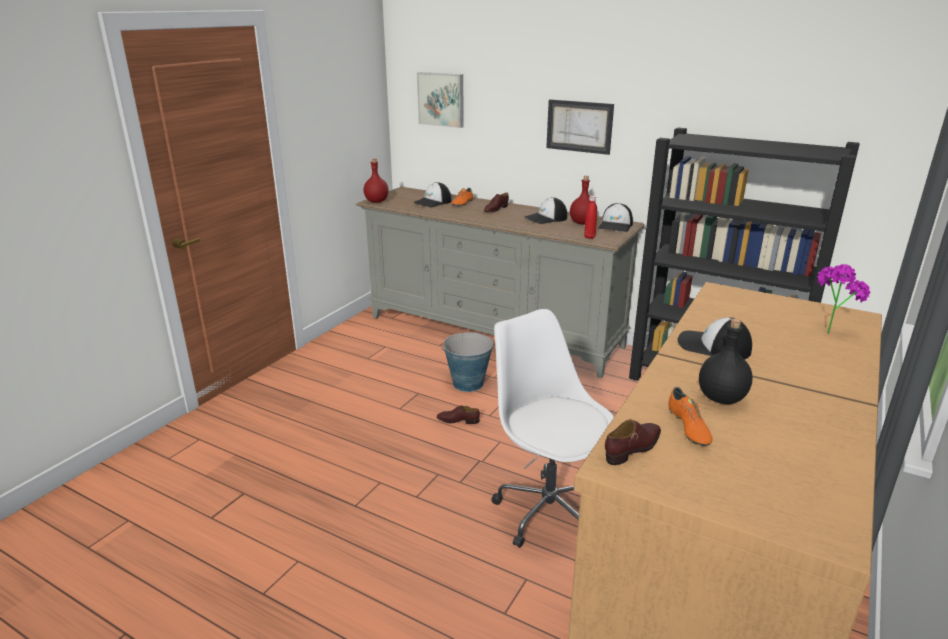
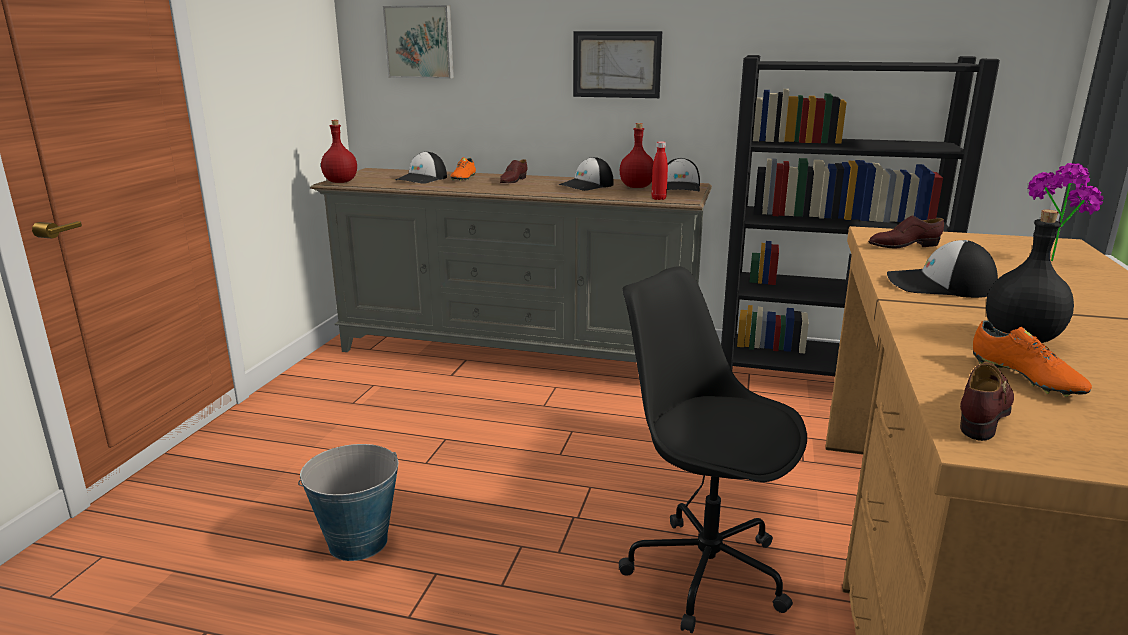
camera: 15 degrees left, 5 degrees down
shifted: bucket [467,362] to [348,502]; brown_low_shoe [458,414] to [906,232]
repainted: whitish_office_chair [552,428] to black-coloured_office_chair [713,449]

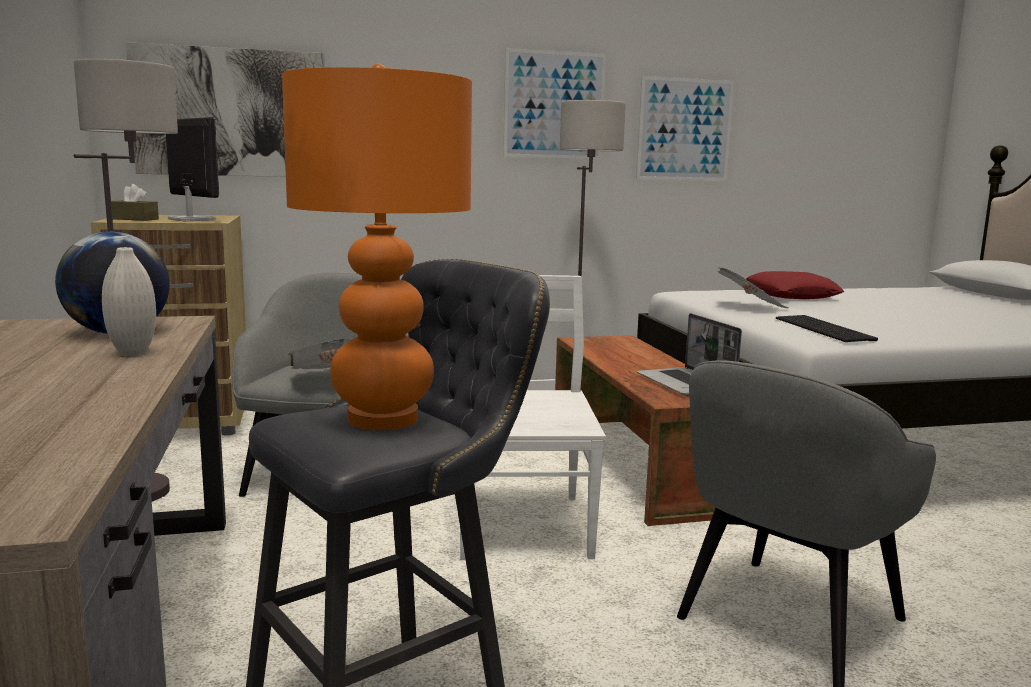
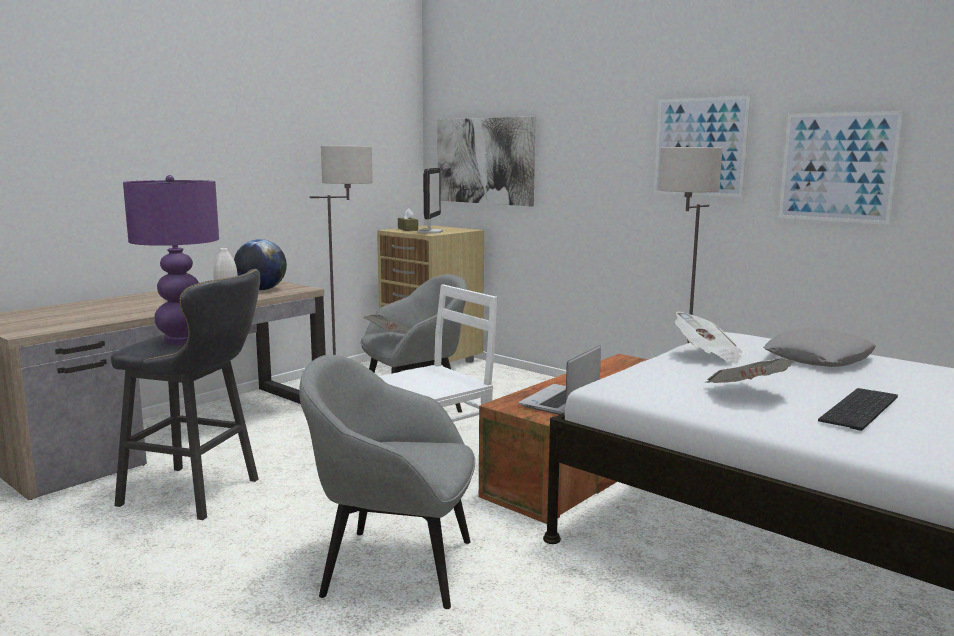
camera: 55 degrees right, 0 degrees up
new: daily_paper [750,370]
shifted: PC_keyboard [827,328] to [858,409]
repainted: orange_tabletop_lamp [377,247] to purple_tabletop_lamp [171,260]; red-coloured_cushion [795,285] to grey_cushion [820,347]

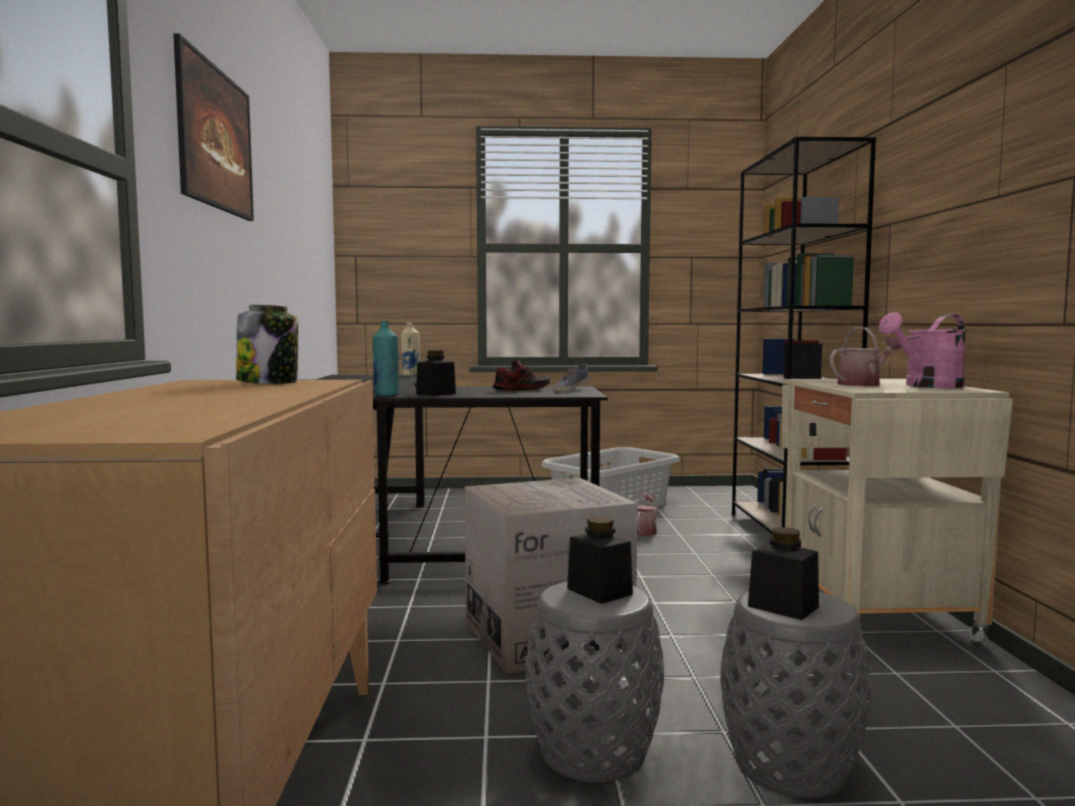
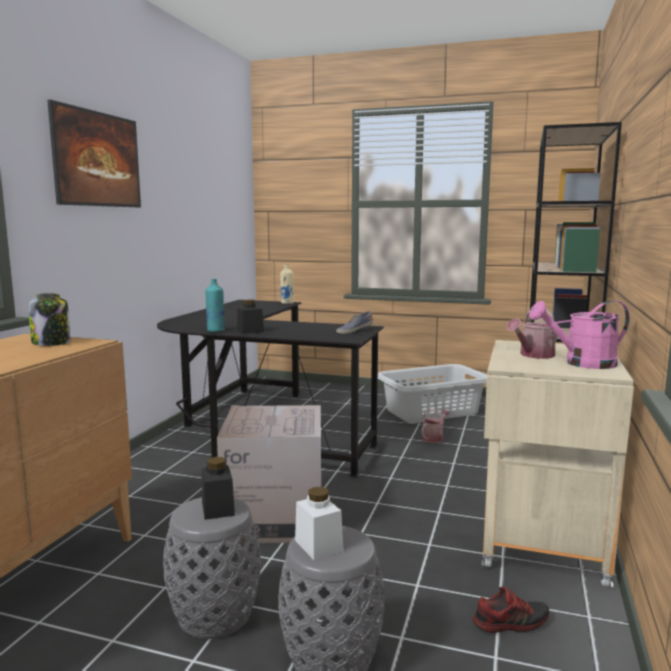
camera: 20 degrees right, 5 degrees up
shifted: low_shoe [521,375] to [511,610]
repainted: black-coloured_storage_jar [783,573] to whitish_storage_jar [319,523]
rotated: sprinkling_can [866,356] = [533,333] 150 degrees clockwise

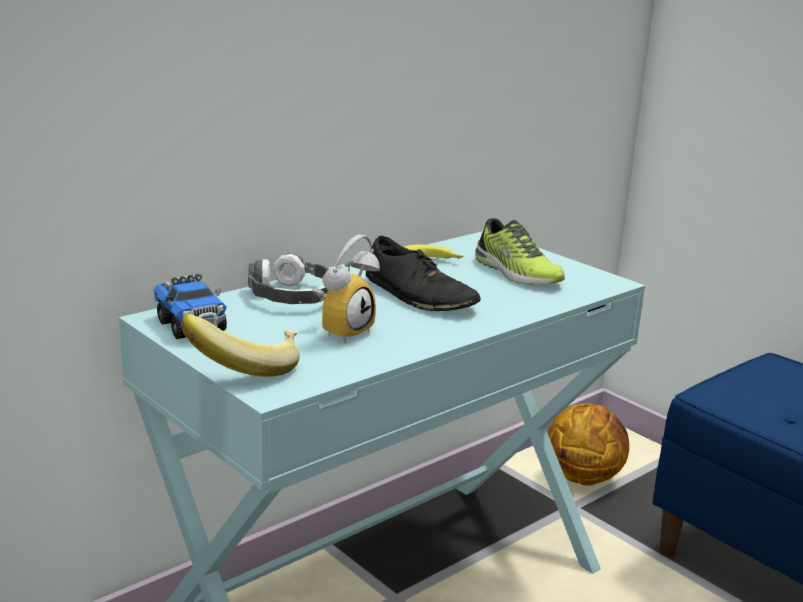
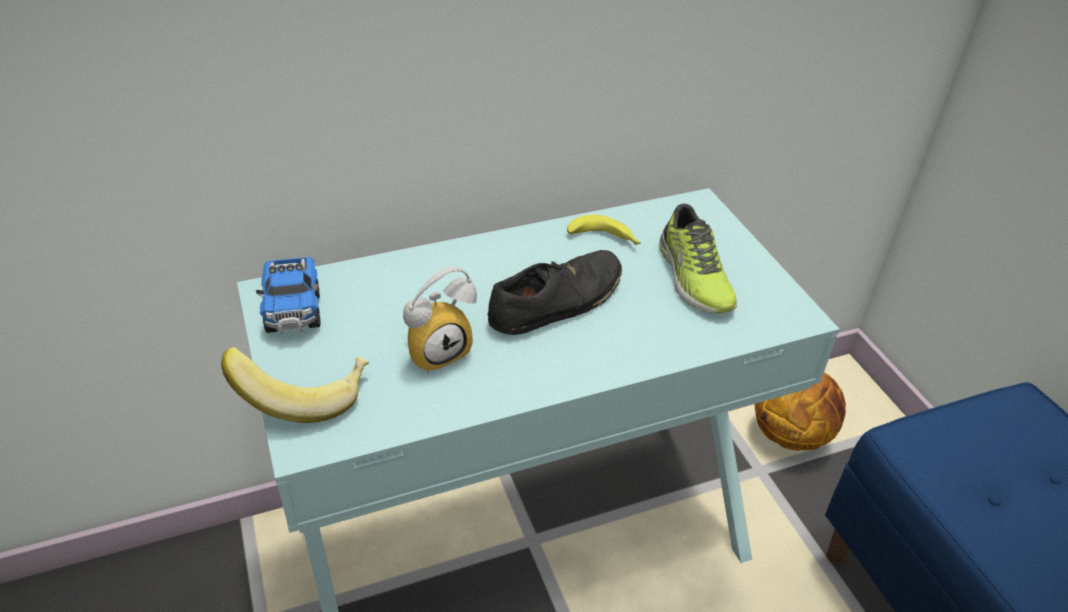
camera: 20 degrees right, 20 degrees up
gone: headphones [288,278]
rotated: black-coloured_low_shoe [423,273] = [555,292] 105 degrees counterclockwise

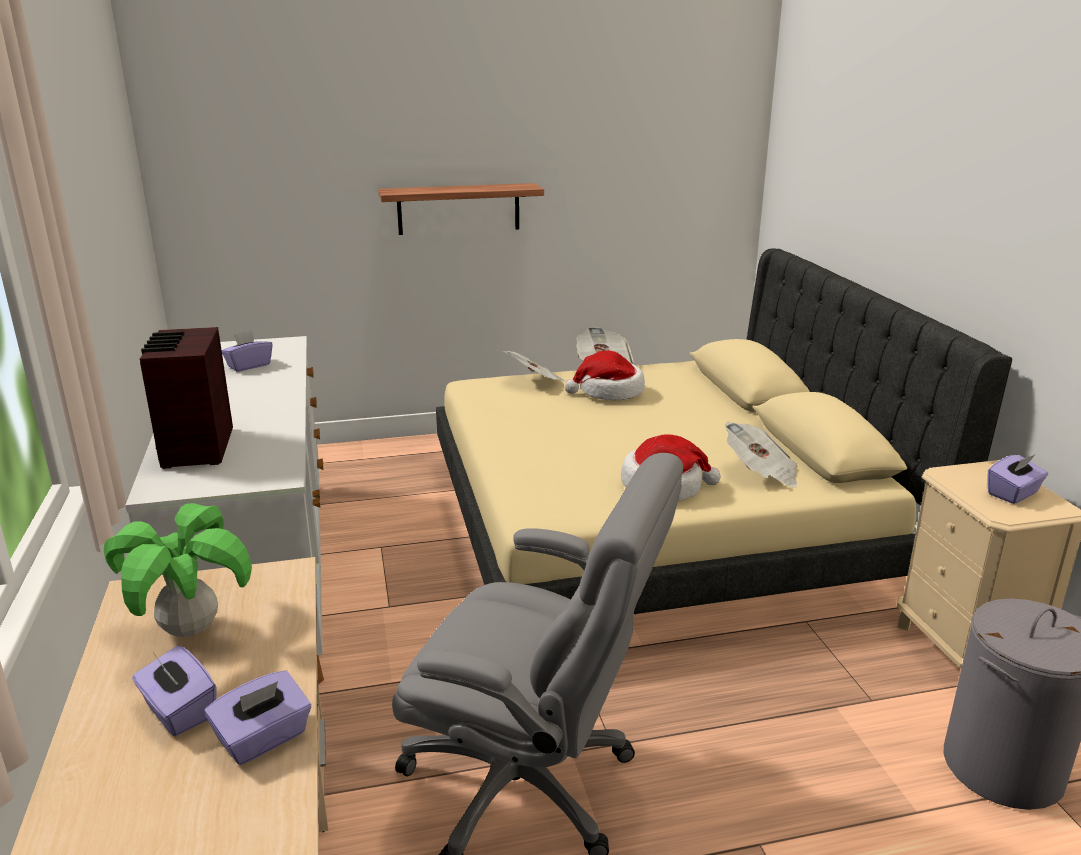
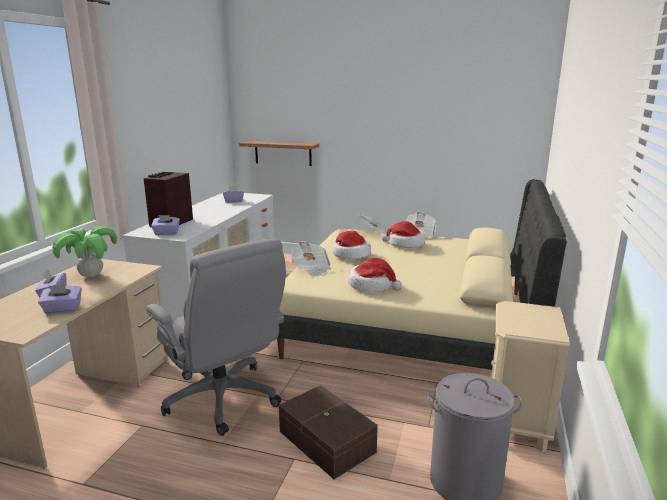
camera: 30 degrees right, 5 degrees down
new: brown_storage_container [328,432]; clothing_hat [352,244]
shifted: purple_tissue_holder [1017,479] to [165,225]; wall_shelf [461,209] to [279,153]; daily_paper [761,455] to [311,259]

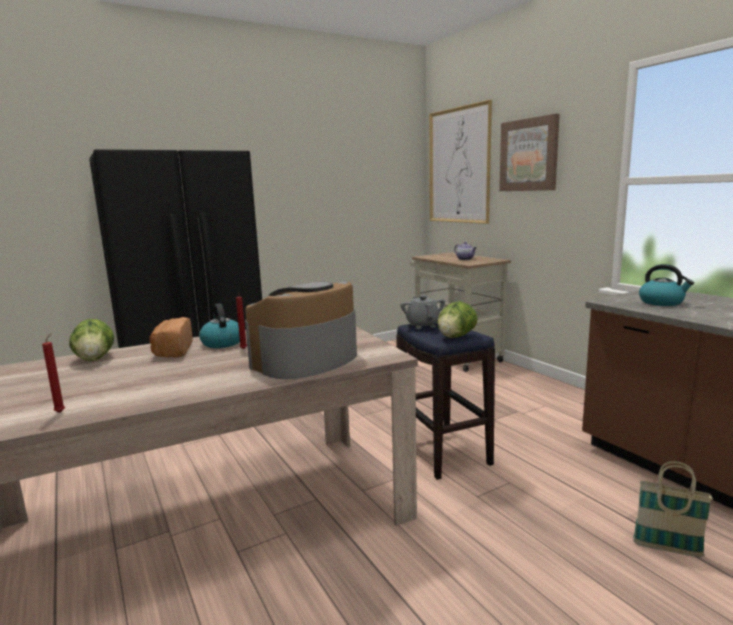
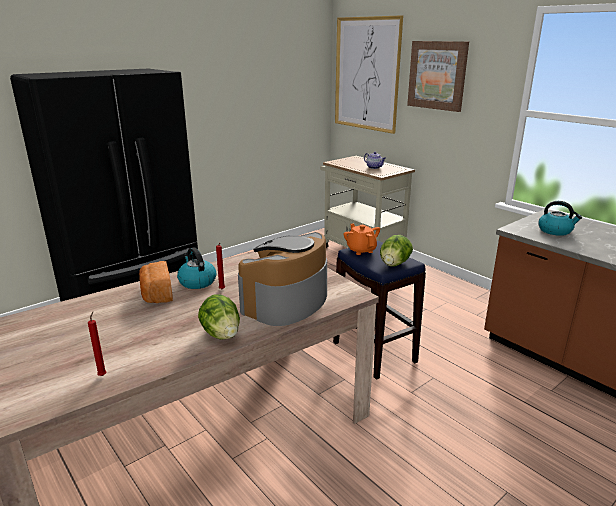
camera: 10 degrees left, 10 degrees up
gone: household_basket [673,509]
shifted: lettuce_head [91,339] to [219,317]
repainted: grey_teapot [423,312] to orange_teapot [362,239]

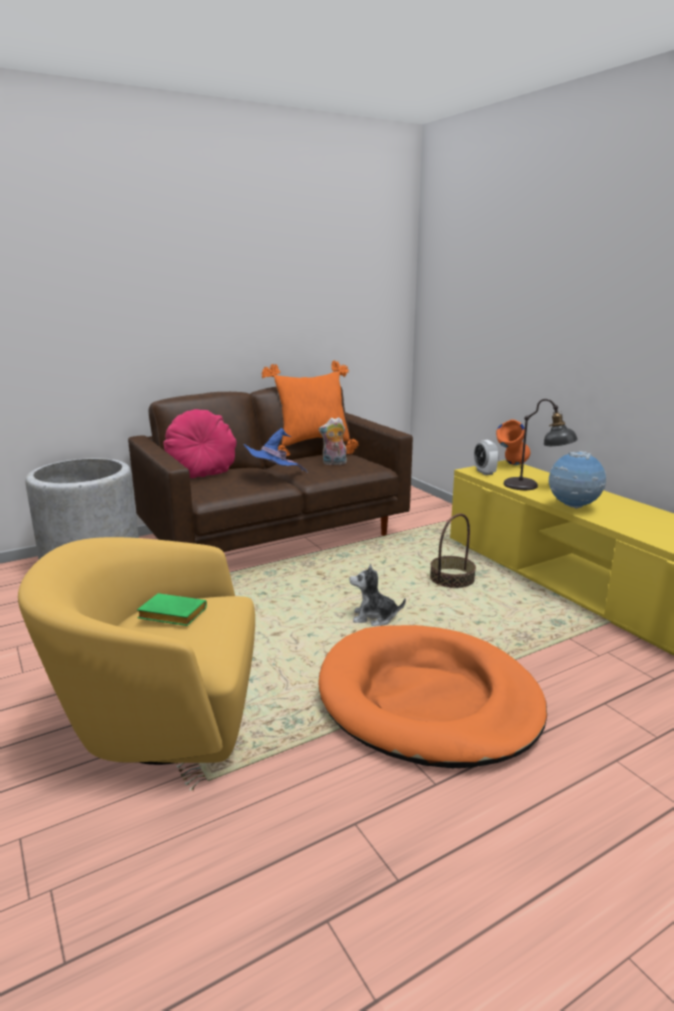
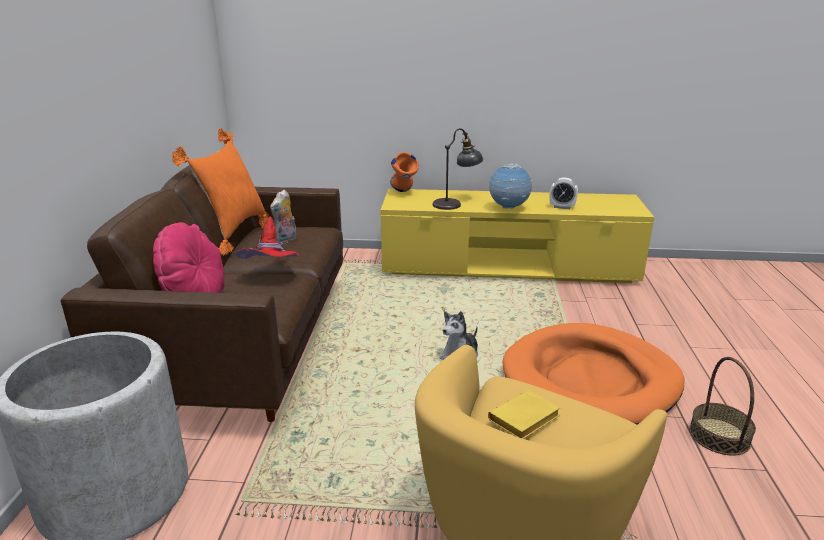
camera: 55 degrees left, 5 degrees up
shifted: alarm_clock [486,457] to [563,193]; household_basket [453,551] to [722,406]
repainted: blue-coloured_clothing_hat [275,450] to red-coloured_clothing_hat [267,238]; green-coloured_volume [172,609] to yellowish_volume [524,414]

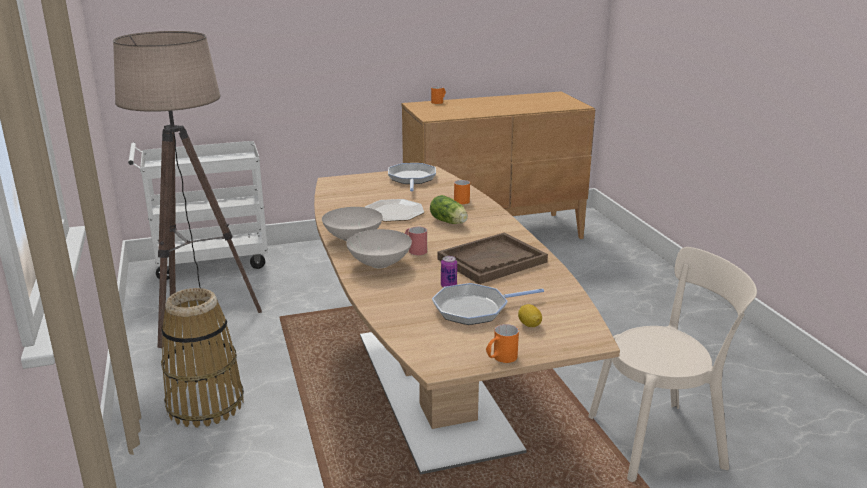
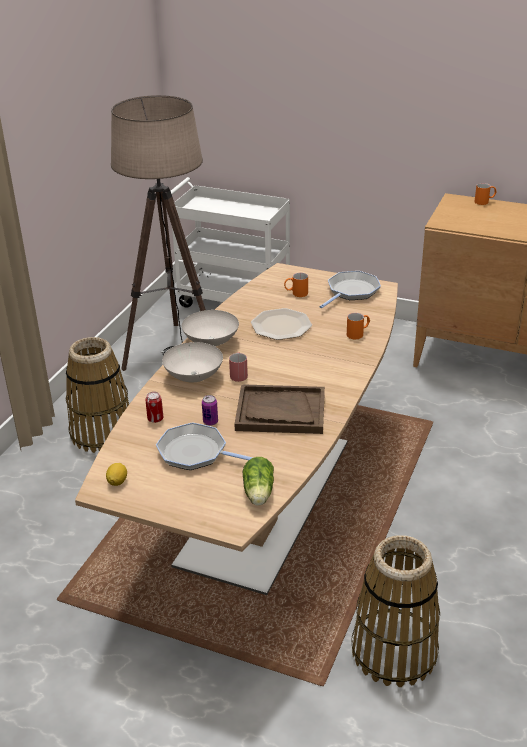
camera: 40 degrees right, 10 degrees up
new: sealed_can [154,407]
shifted: whole_lemon [530,315] to [116,474]; lettuce_head [449,209] to [258,481]; orange_mug [502,343] to [296,285]
swapped: sand-coloured_plain_chair [672,364] to household_basket [395,611]

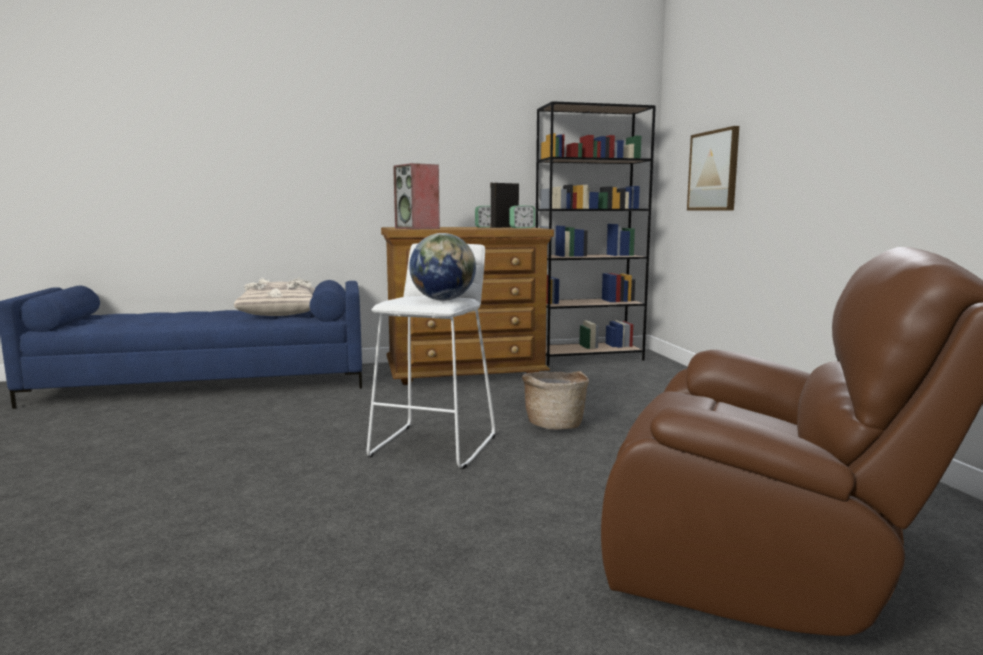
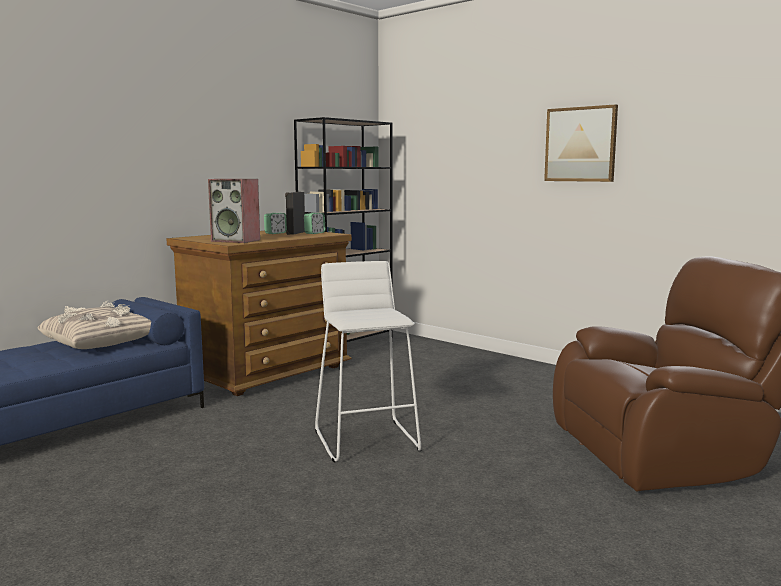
camera: 35 degrees left, 0 degrees up
gone: desk_globe [442,267]; household_basket [555,400]
shifted: picture [713,168] to [581,143]

